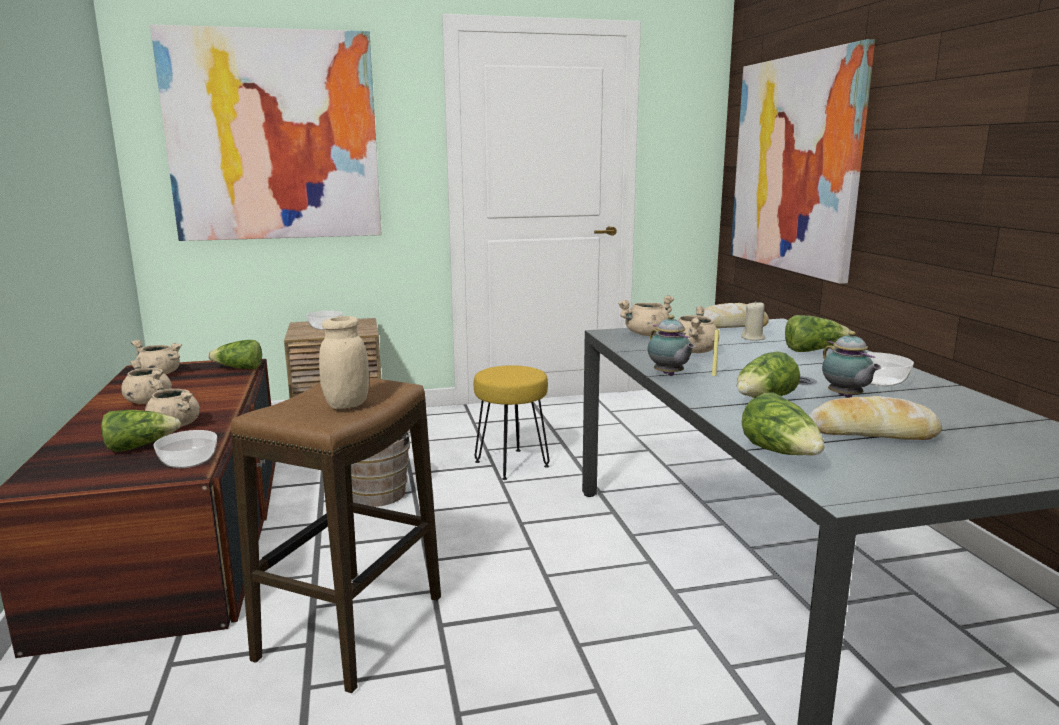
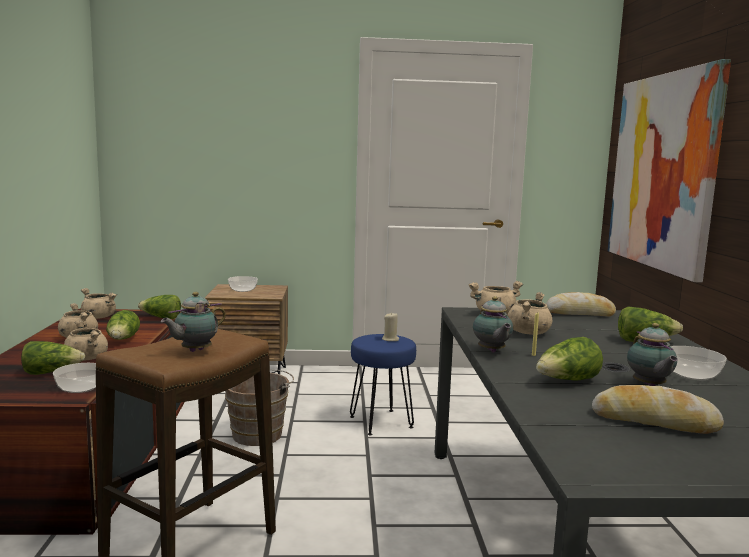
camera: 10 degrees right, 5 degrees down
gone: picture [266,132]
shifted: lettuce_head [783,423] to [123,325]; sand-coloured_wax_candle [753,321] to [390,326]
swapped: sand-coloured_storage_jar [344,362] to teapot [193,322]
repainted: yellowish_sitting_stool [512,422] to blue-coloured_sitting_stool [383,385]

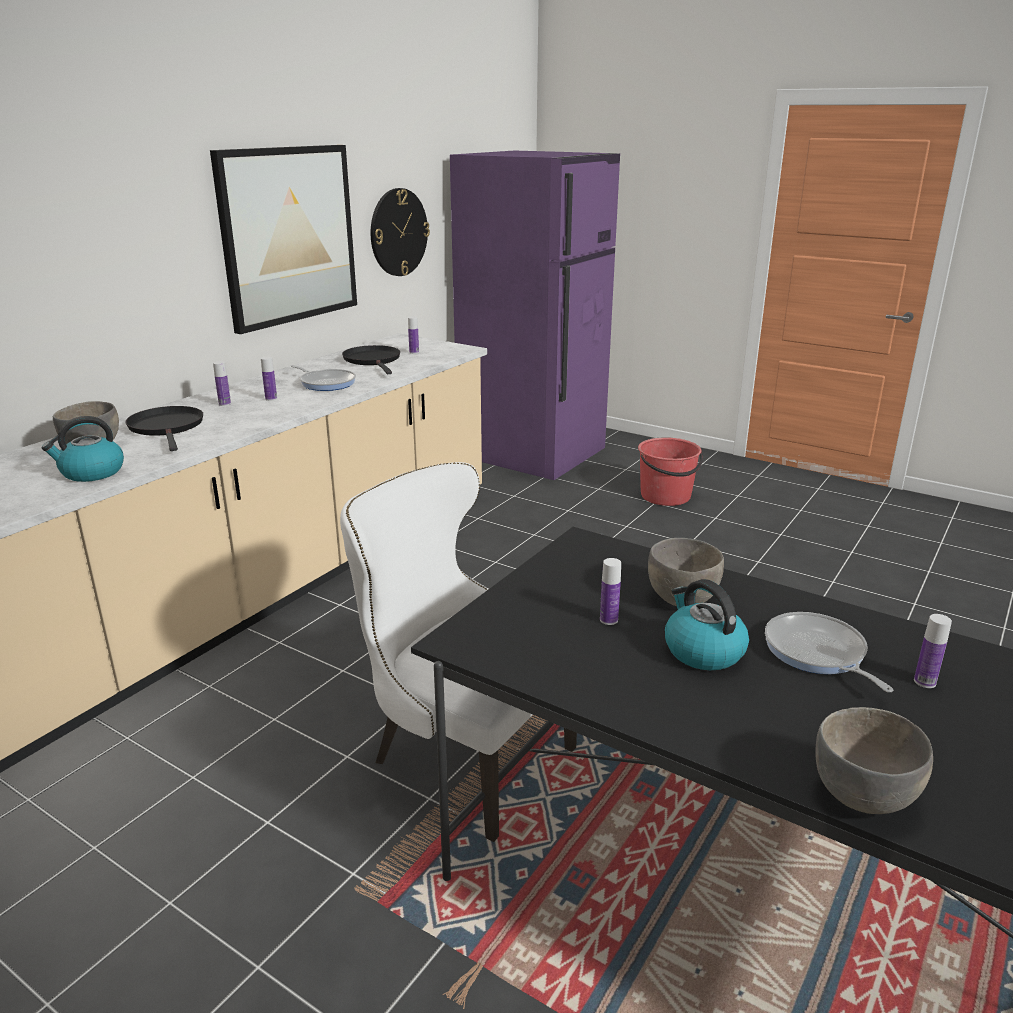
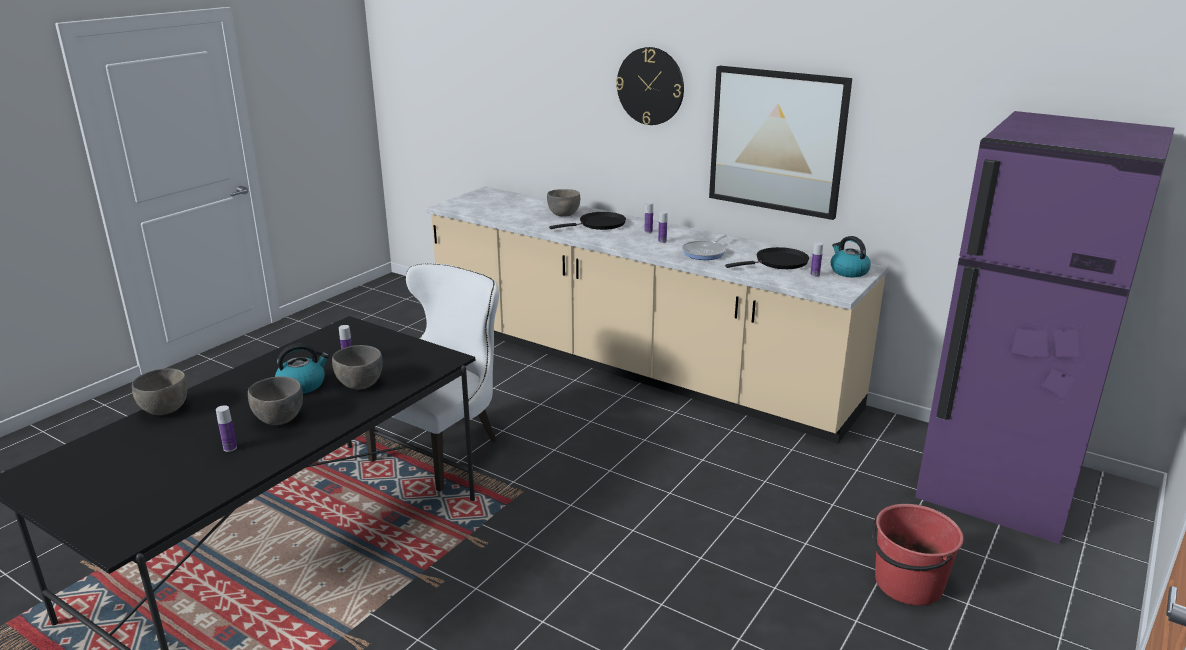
camera: 90 degrees right, 0 degrees up
shifted: clock_on_the_wall [400,232] to [650,86]; tea_kettle [83,449] to [851,256]
swapped: skillet [829,652] to grey_deep_dish [275,401]

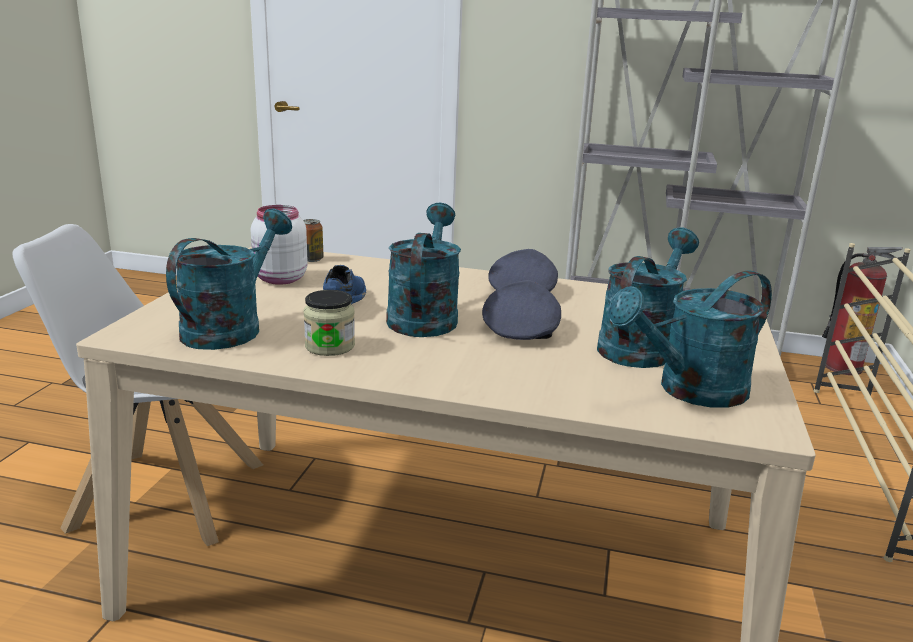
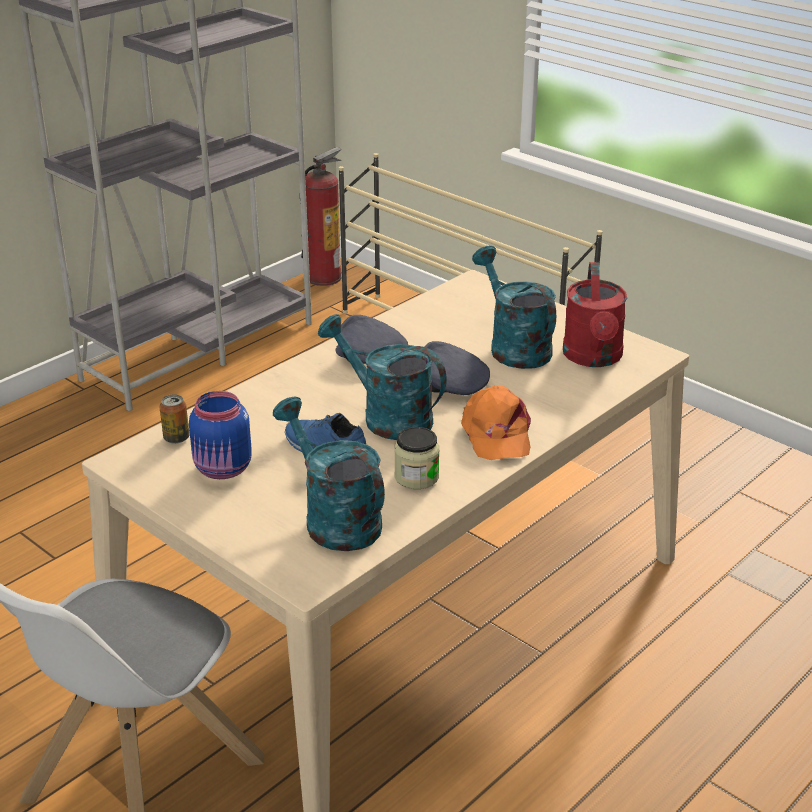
camera: 60 degrees left, 10 degrees up
new: orange_cap [496,423]
repainted: whitish_storage_jar [279,245] to blue-coloured_storage_jar [220,435]; turquoise_sprinkling_can [690,339] to red-coloured_sprinkling_can [595,314]

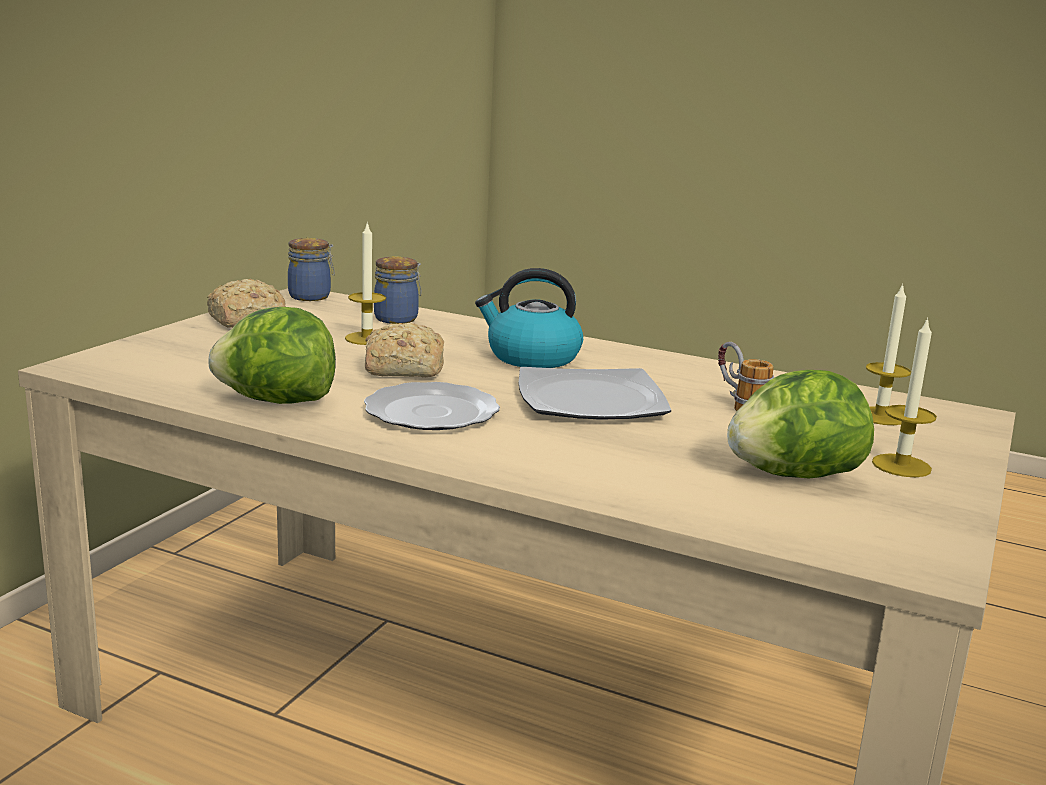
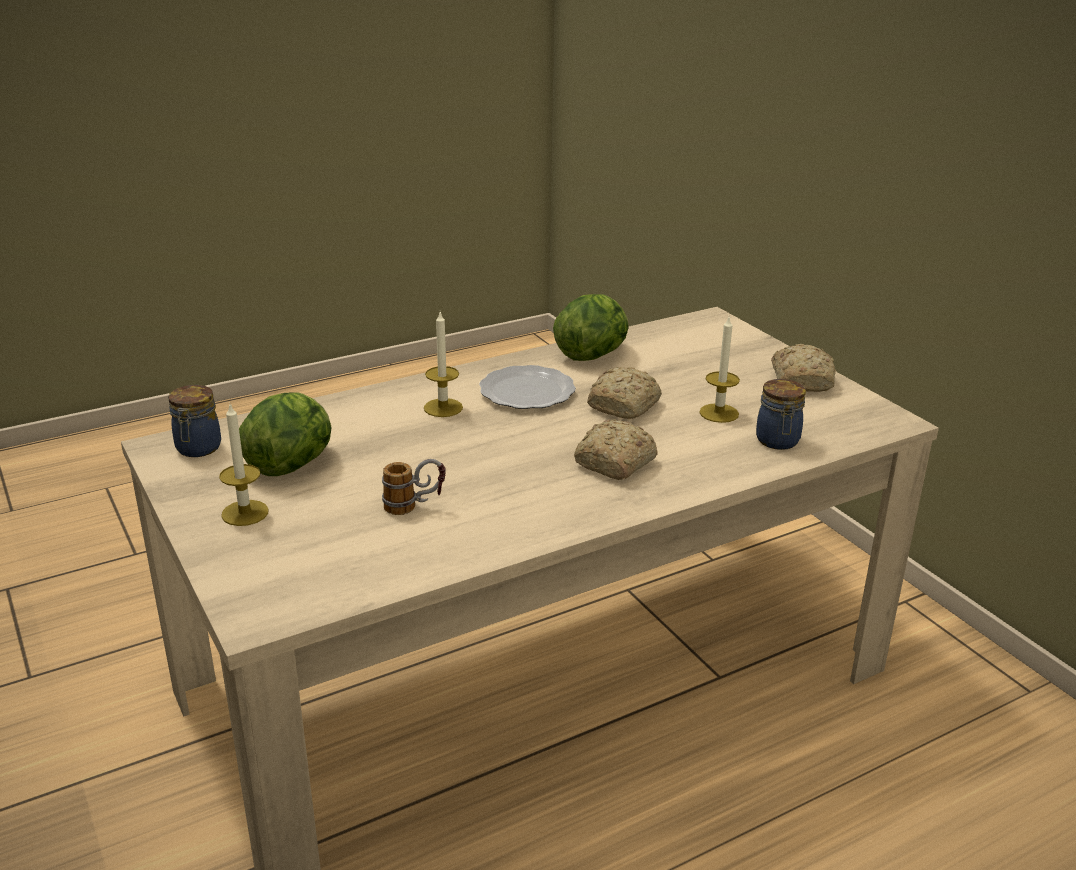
camera: 125 degrees right, 10 degrees up
gone: flat_dish [594,393]
shifted: storage_jar [311,269] to [194,421]; wax_candle [888,354] to [443,364]
swapped: tea_kettle [529,318] to baked_bread [615,449]

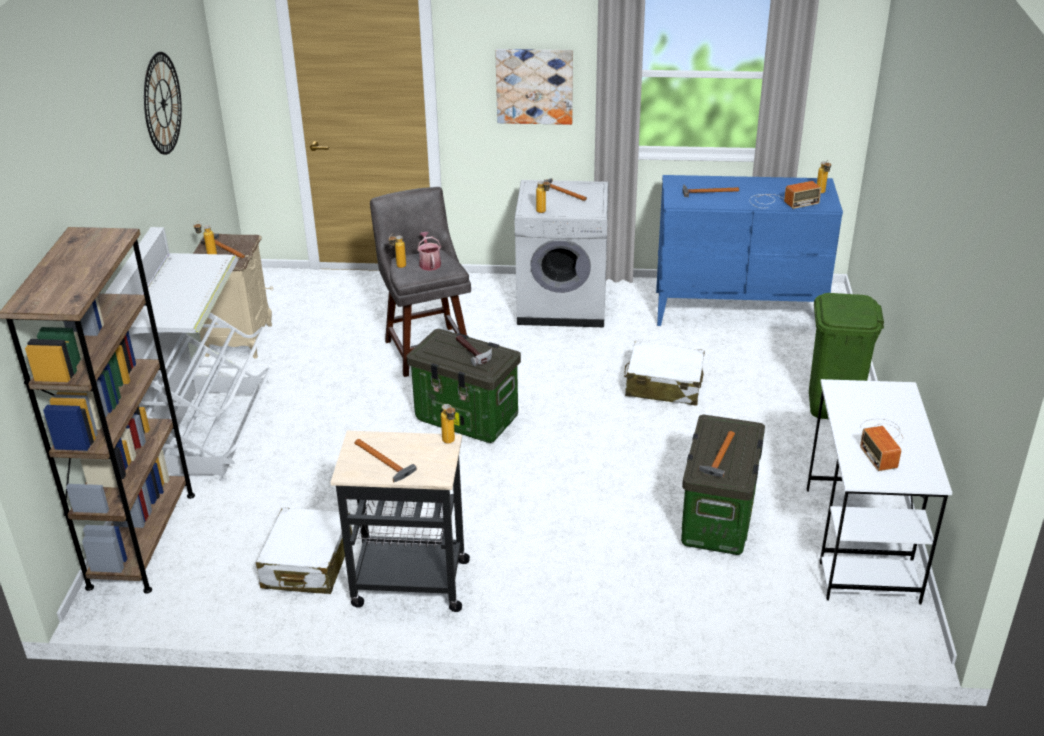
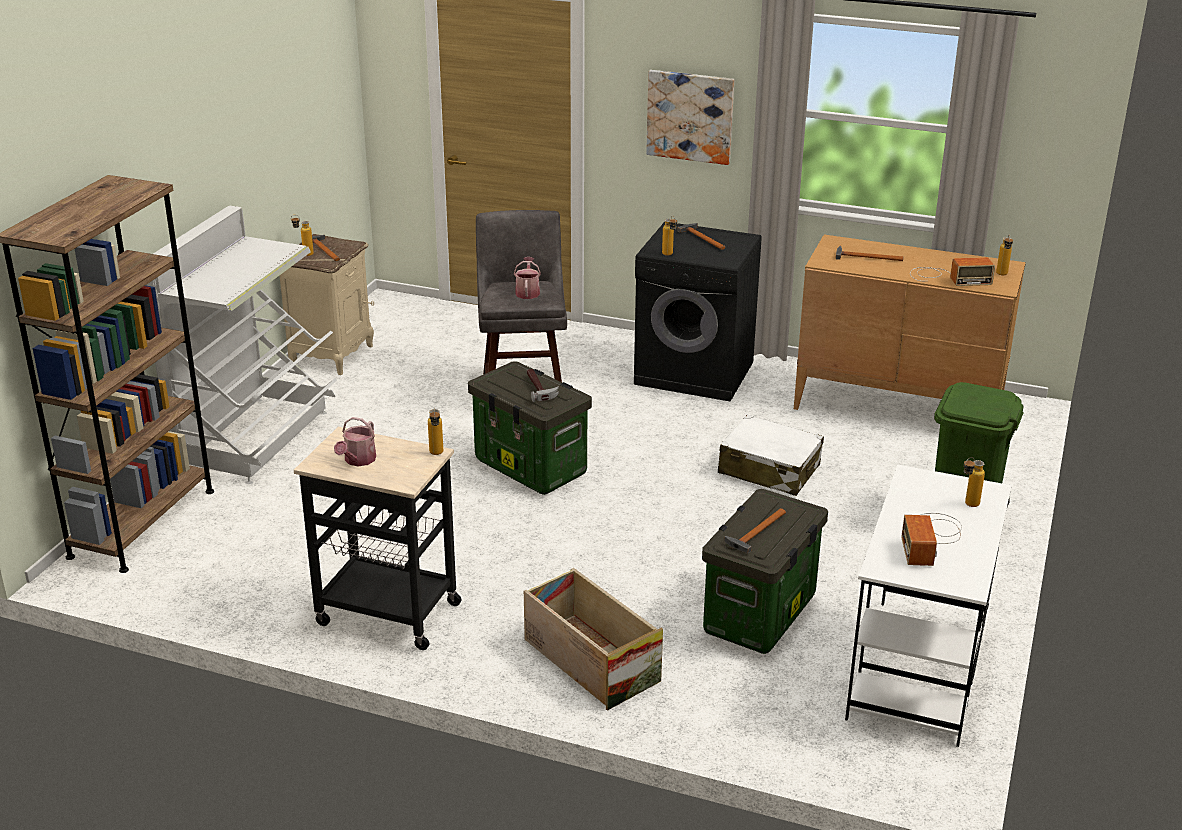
camera: 15 degrees right, 5 degrees down
gone: clock_on_the_wall [163,103]; whitish_suitcase [304,550]
new: packing_crate [593,639]
shifted: beverage_bottle [397,251] to [974,482]
swapped: tool_hammer [385,461] to sprinkling_can [355,441]
repainted: whitish_laundry_machine [562,253] to black-coloured_laundry_machine [698,312]; blue-coloured_cupboard [749,250] to brown_cupboard [910,322]

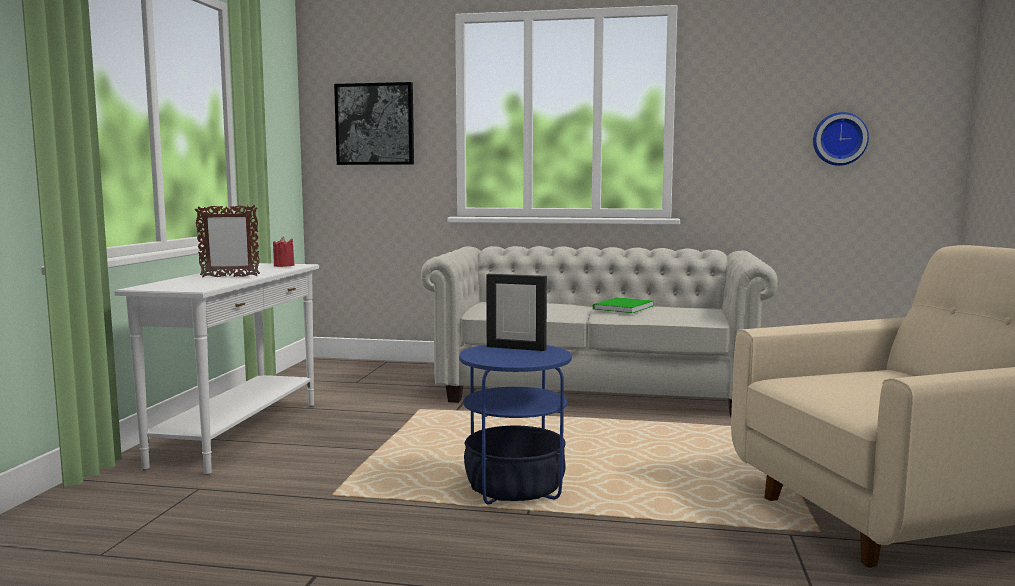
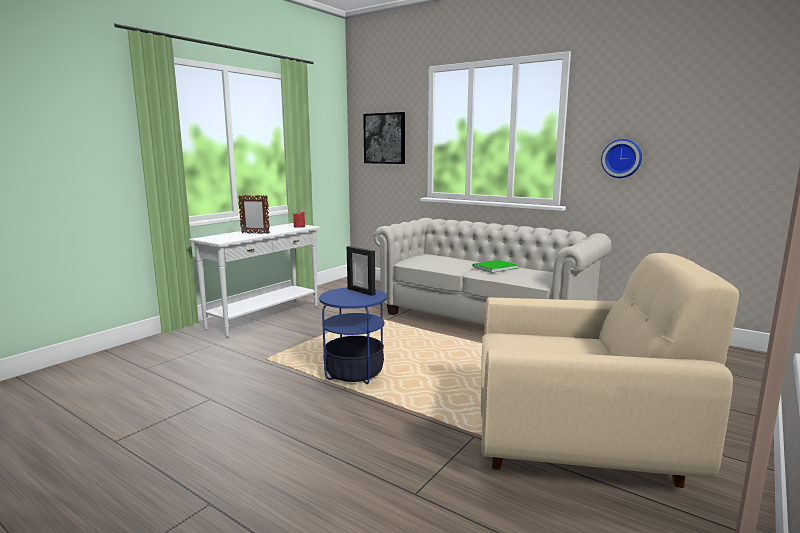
camera: 25 degrees right, 5 degrees up
shifted: clock_on_the_wall [841,139] to [621,158]

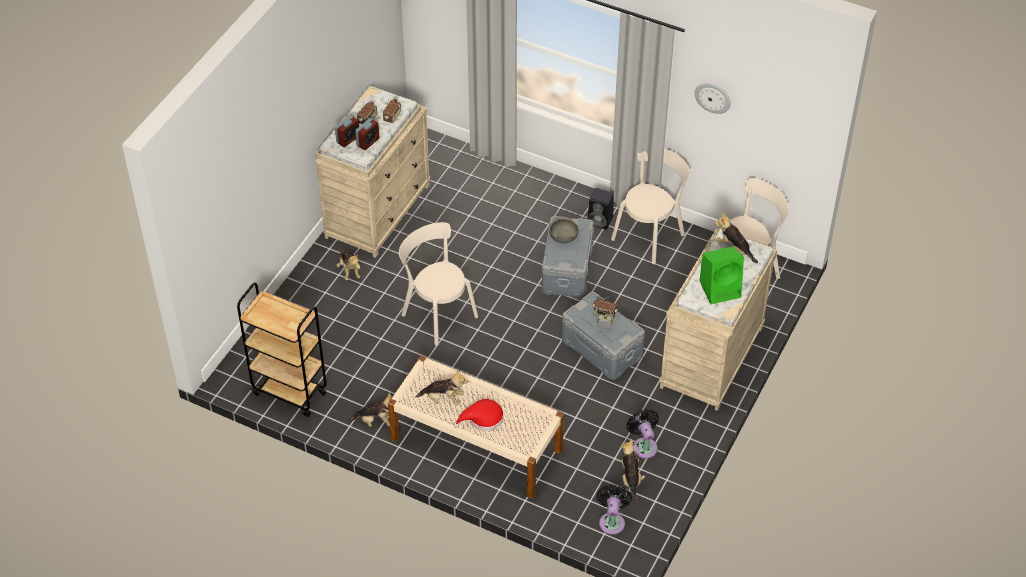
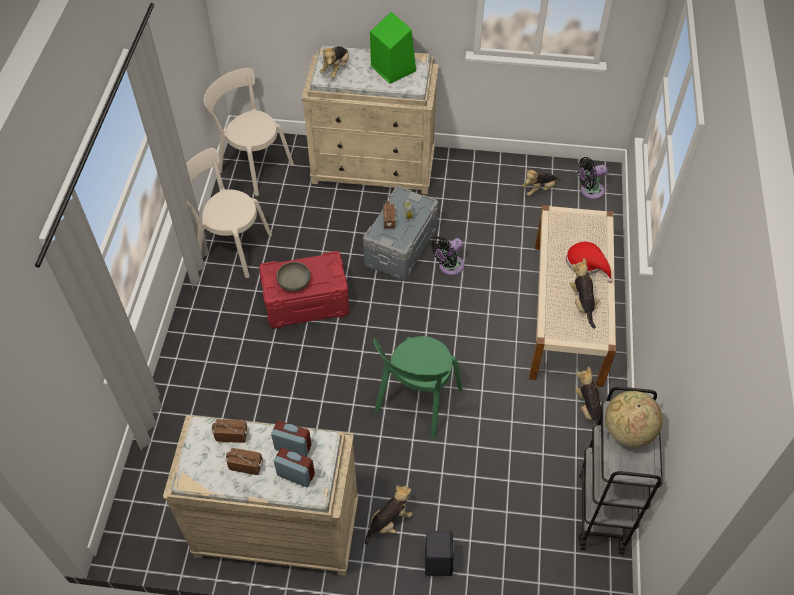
camera: 110 degrees left, 5 degrees up
gone: clock_on_the_wall [713,98]
new: desk_globe [634,419]
shifted: black-coloured_speaker [601,209] to [439,553]; black-coloured_electric_fan [642,434] to [447,256]
repainted: grey_storage_container [567,257] to red-coloured_storage_container [304,290]; sand-coloured_plain_chair [438,284] to green-coloured_plain_chair [417,387]; brown_cart [282,349] to grey_cart [620,471]

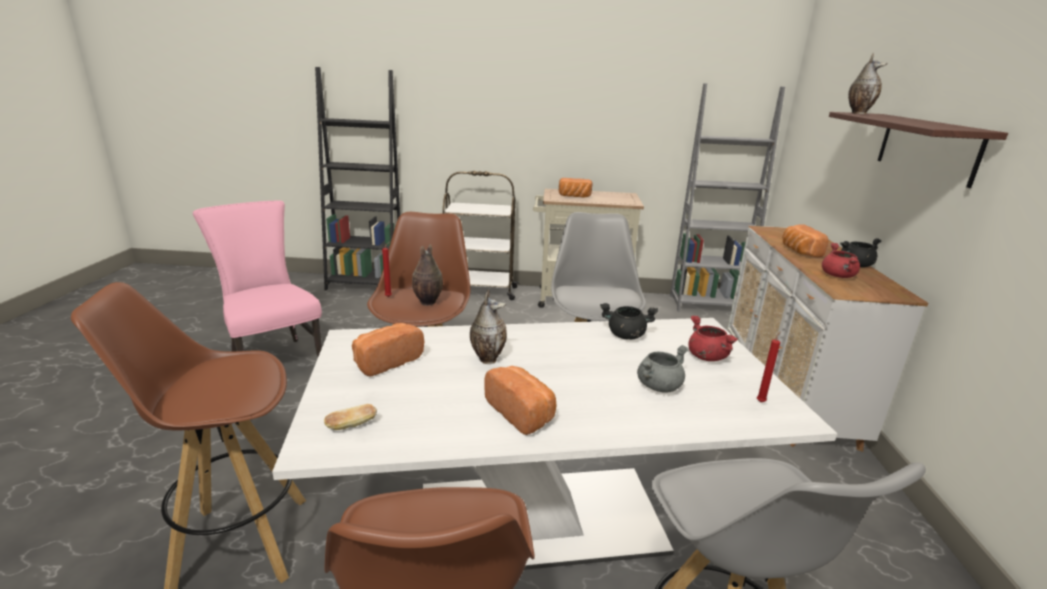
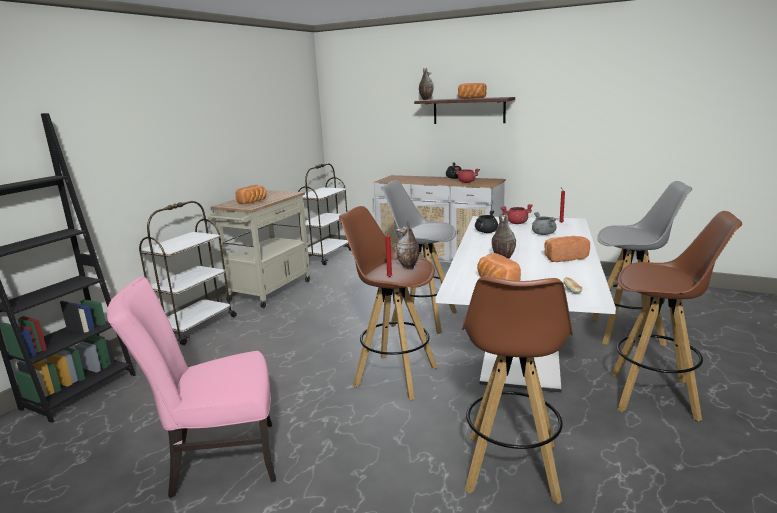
camera: 65 degrees left, 5 degrees down
shifted: baked_bread [805,240] to [472,91]
swapped: grey_bookshelf [727,197] to whitish_cart [324,214]

